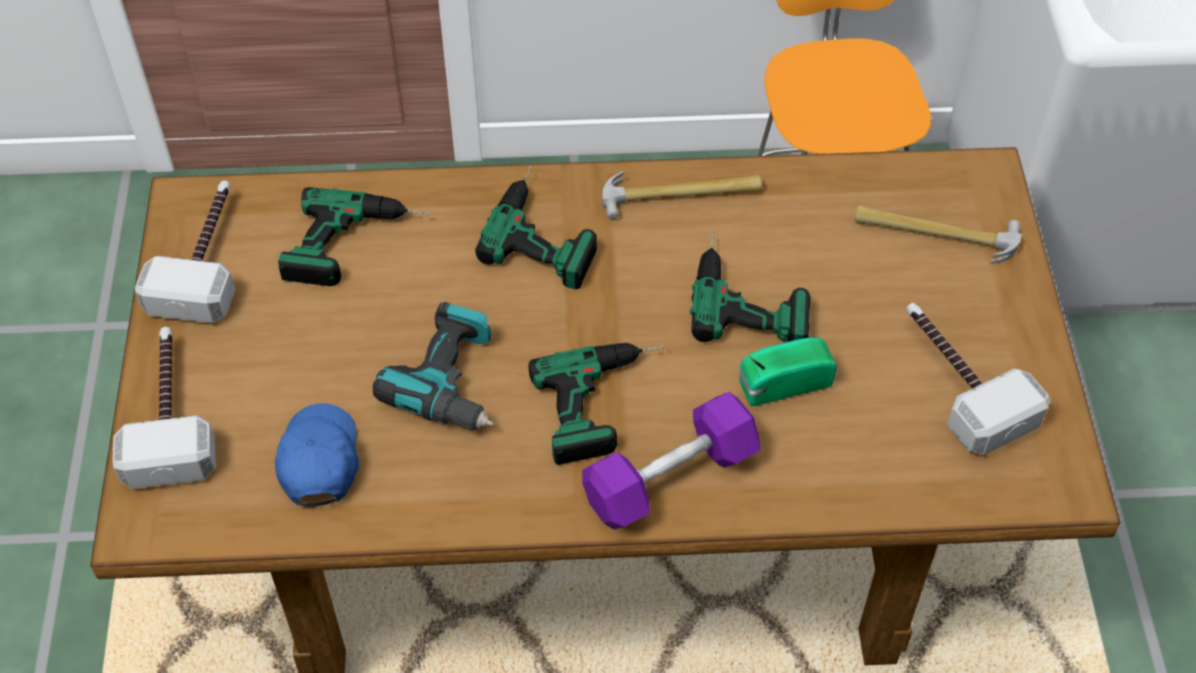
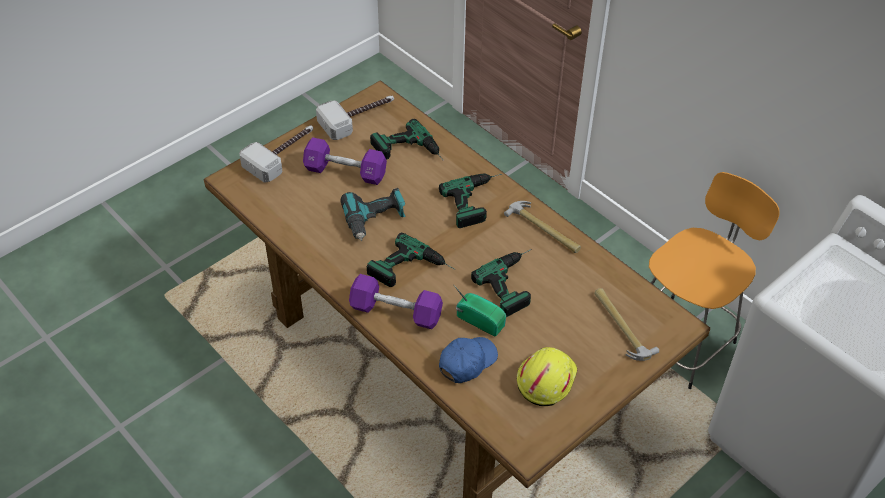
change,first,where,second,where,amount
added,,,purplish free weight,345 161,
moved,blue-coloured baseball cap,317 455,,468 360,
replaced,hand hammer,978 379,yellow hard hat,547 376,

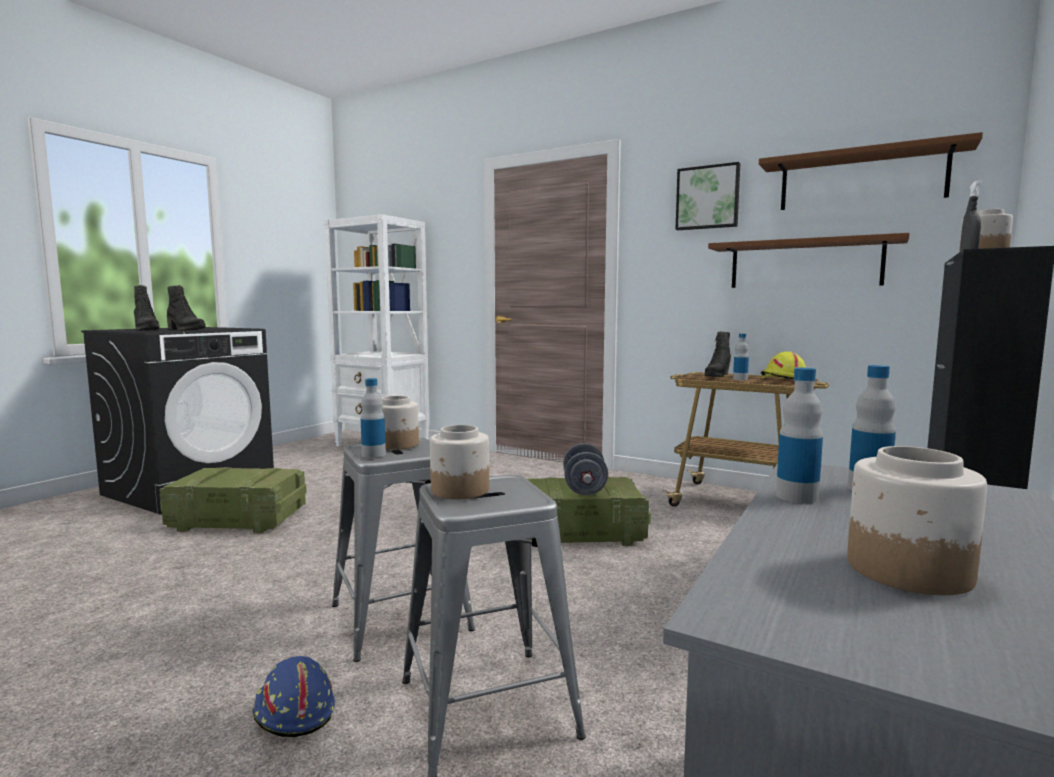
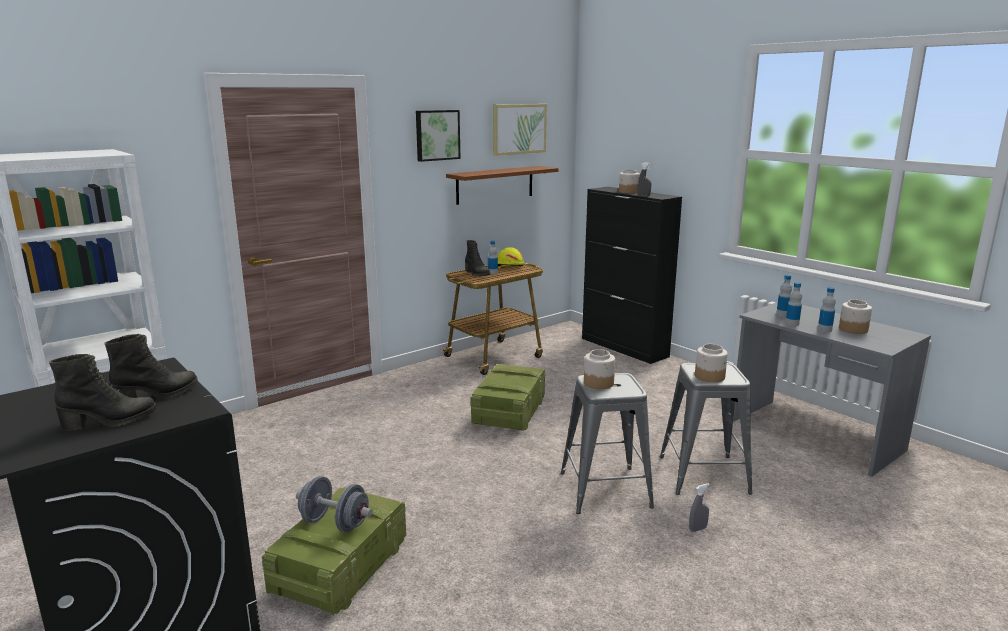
change,first,where,second,where,amount
moved,grey free weight,585 469,,334 504,
replaced,brown-coloured shelf,871 171,wall picture,520 130,
replaced,blue-coloured hard hat,293 696,grey sprayer,699 507,
moved,bottle,373 418,,827 309,

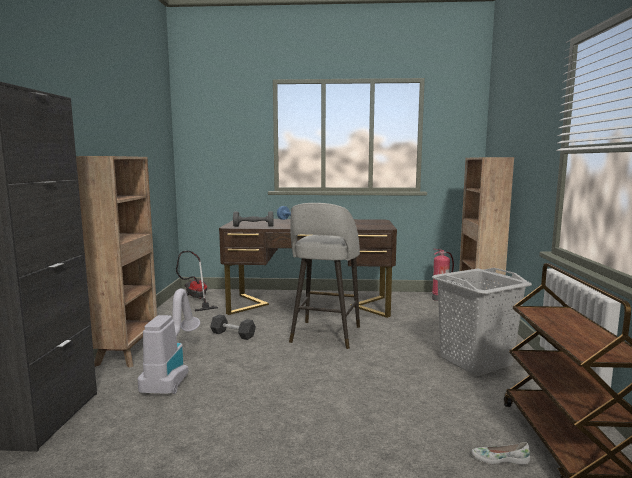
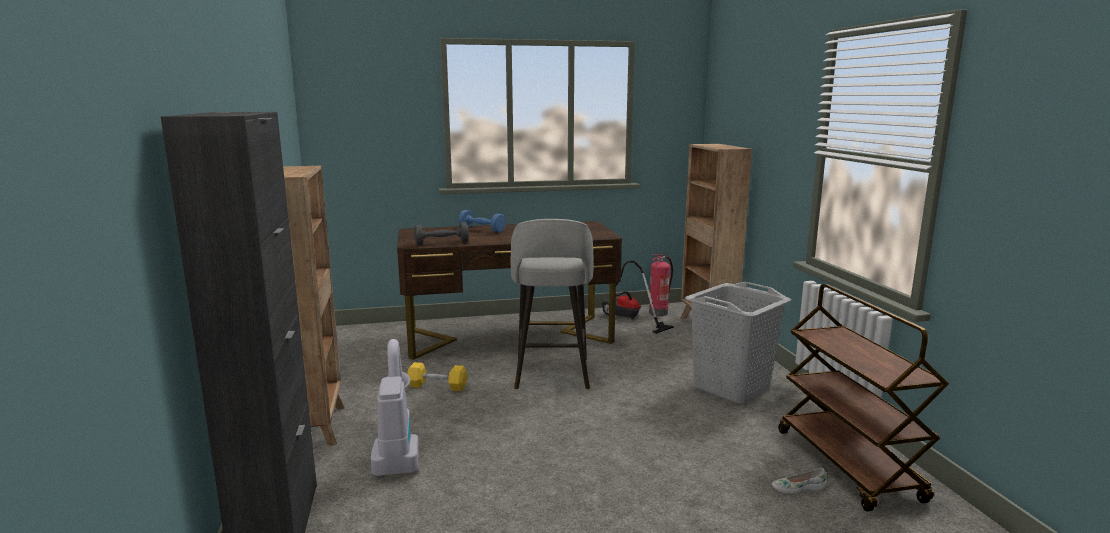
change,first,where,second,where,amount
recoloured,grey free weight,233 327,yellow free weight,437 376,
moved,vacuum,197 281,,638 297,

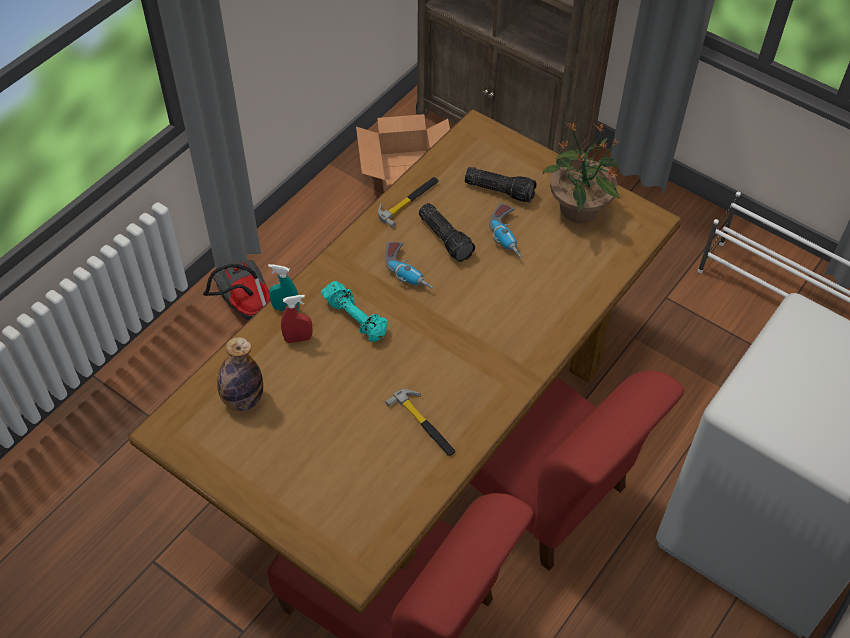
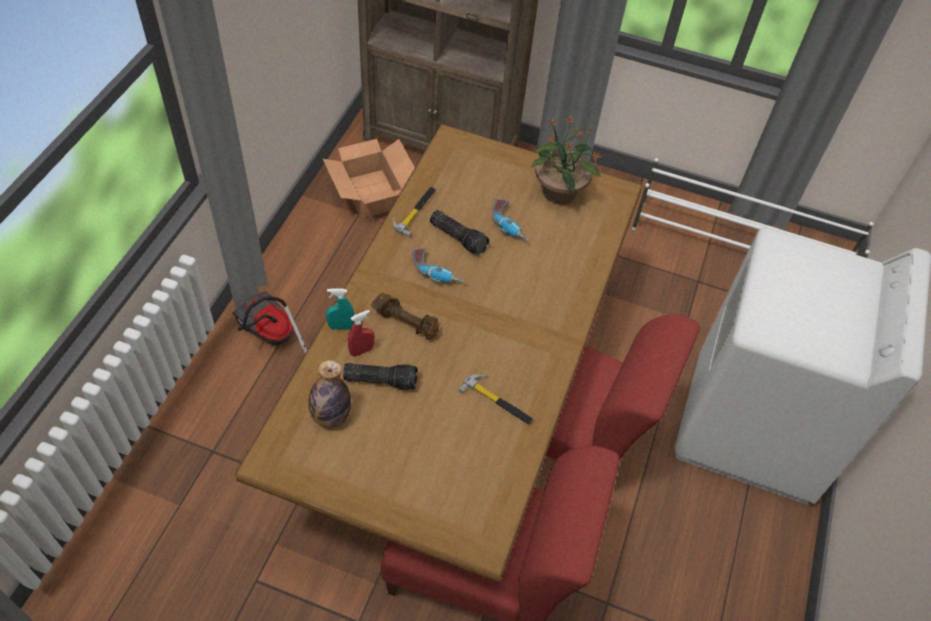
change,first,where,second,where,amount
moved,hand torch,501 185,,380 376,
recoloured,turquoise free weight,354 311,brown-coloured free weight,405 316,

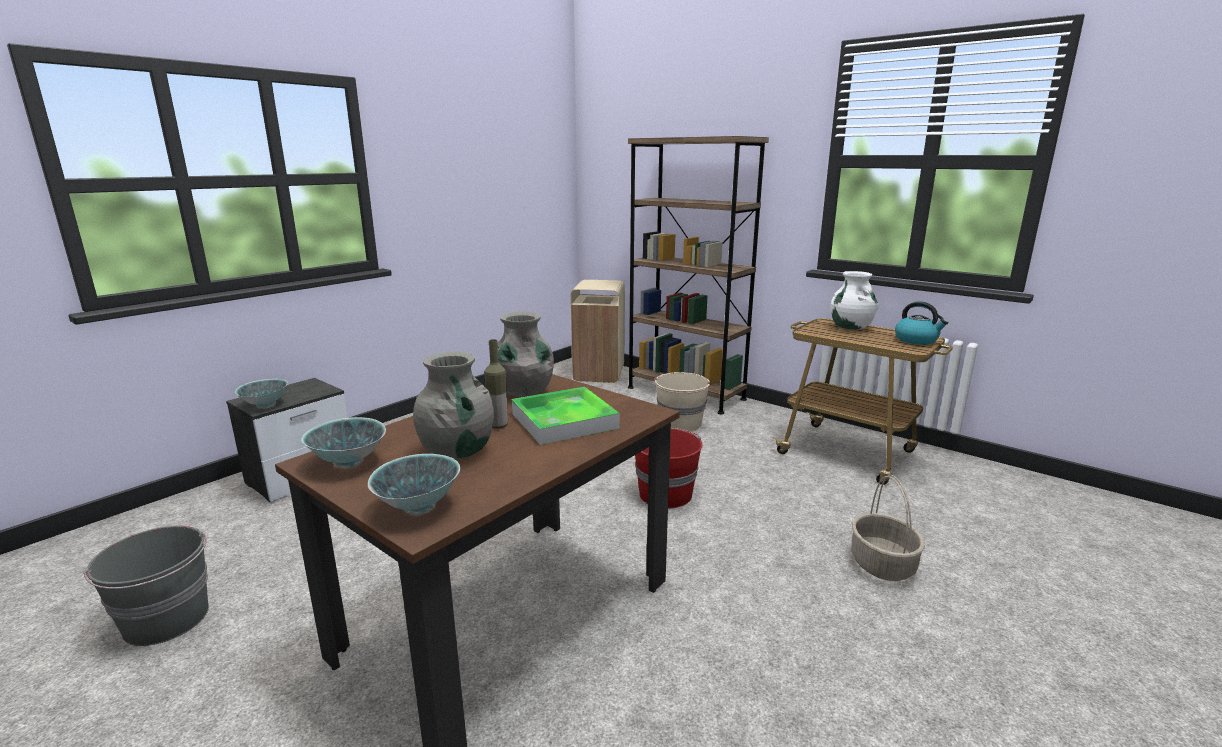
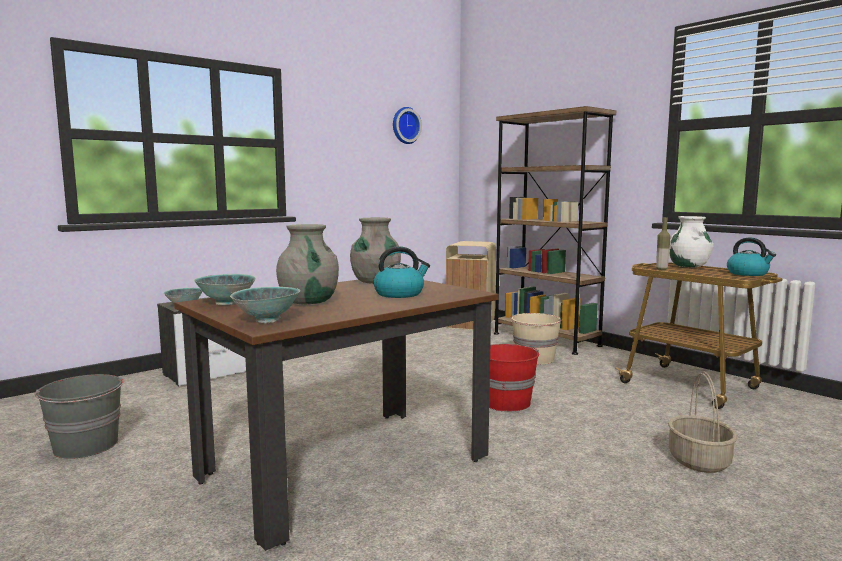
change,first,where,second,where,amount
replaced,tray,566 416,tea kettle,401 272,
added,,,clock on the wall,407 125,
moved,bottle,496 384,,663 243,

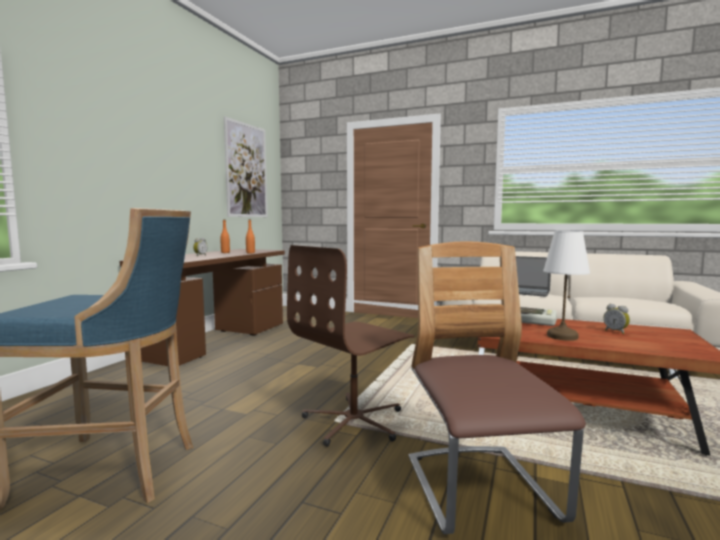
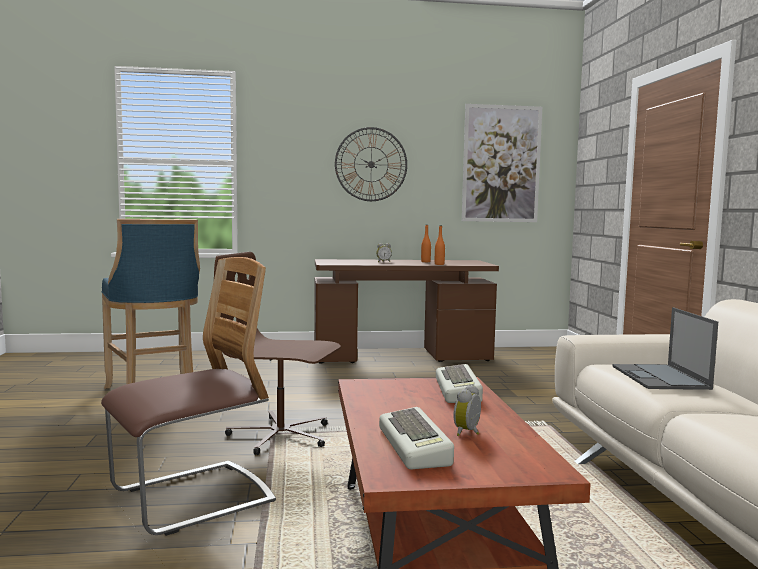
change,first,where,second,where,amount
added,,,clock on the wall,371 164,
added,,,keyboard,416 438,
removed,white-coloured tabletop lamp,566 286,,,

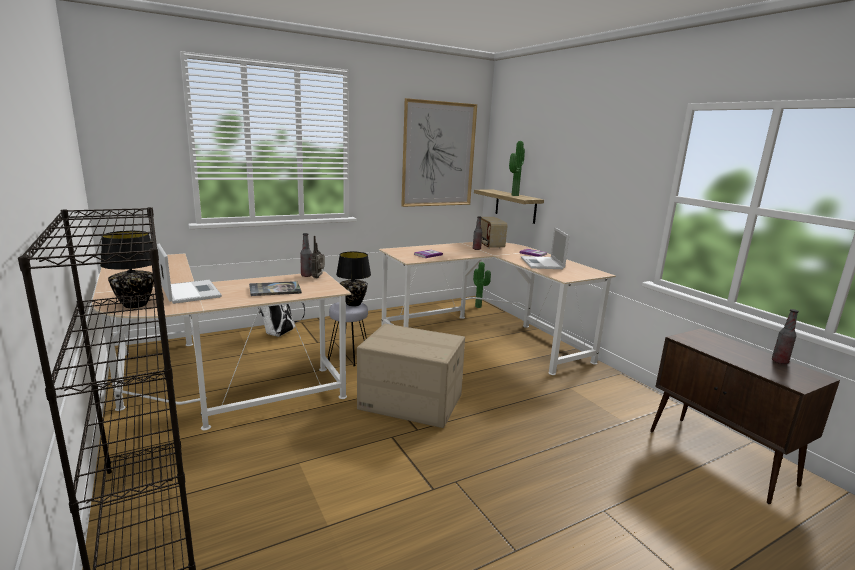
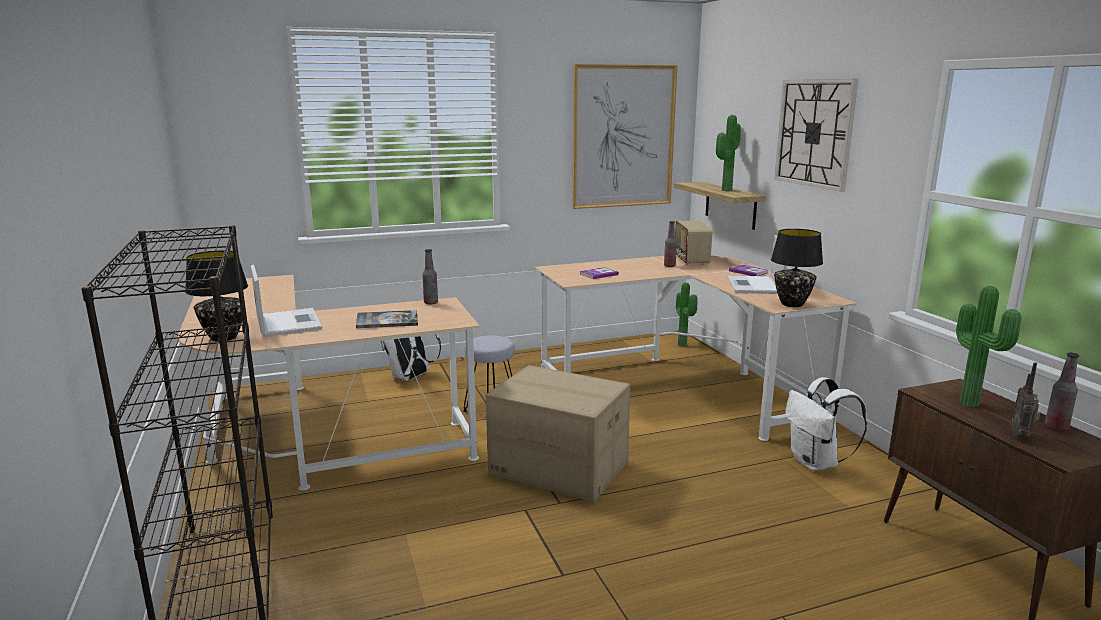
change,first,where,second,where,amount
moved,blackish tabletop lamp,353 279,,797 268,
added,,,clock on the wall,816 135,
added,,,white-coloured knapsack,826 424,
added,,,plant in a pot,989 346,
moved,radio,318 257,,1025 400,

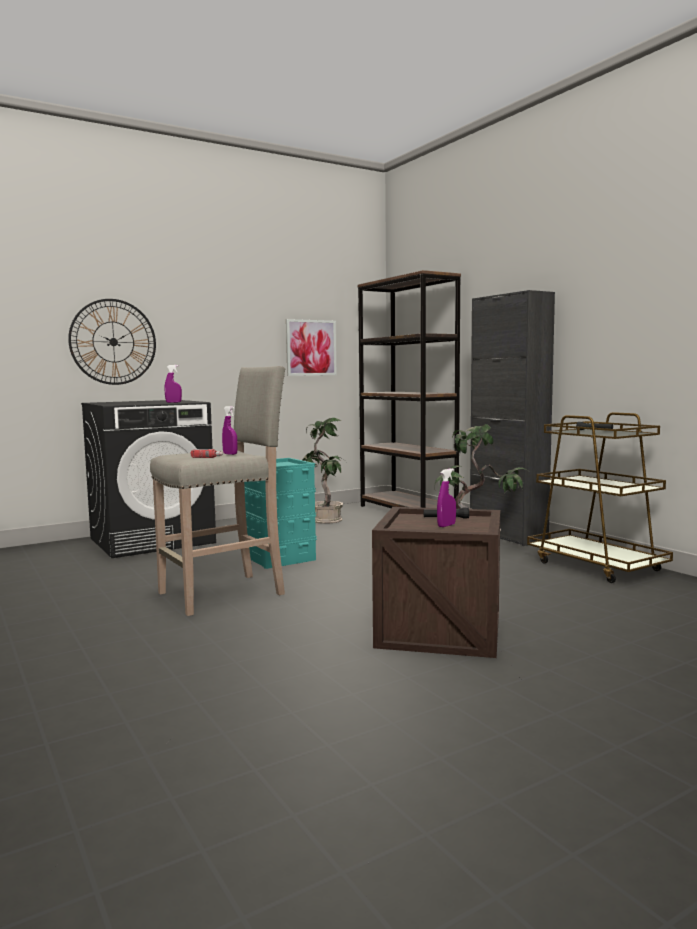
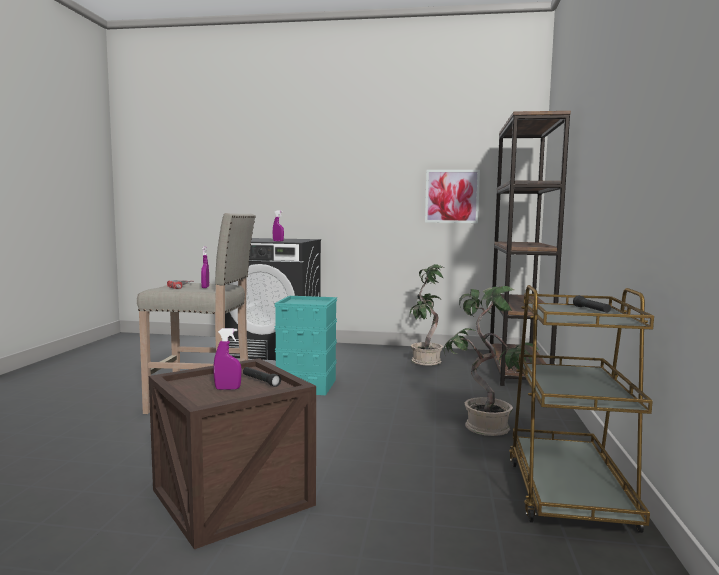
change,first,where,second,where,amount
removed,clock on the wall,112 342,,,
removed,blackish storage cabinet,512 418,,,

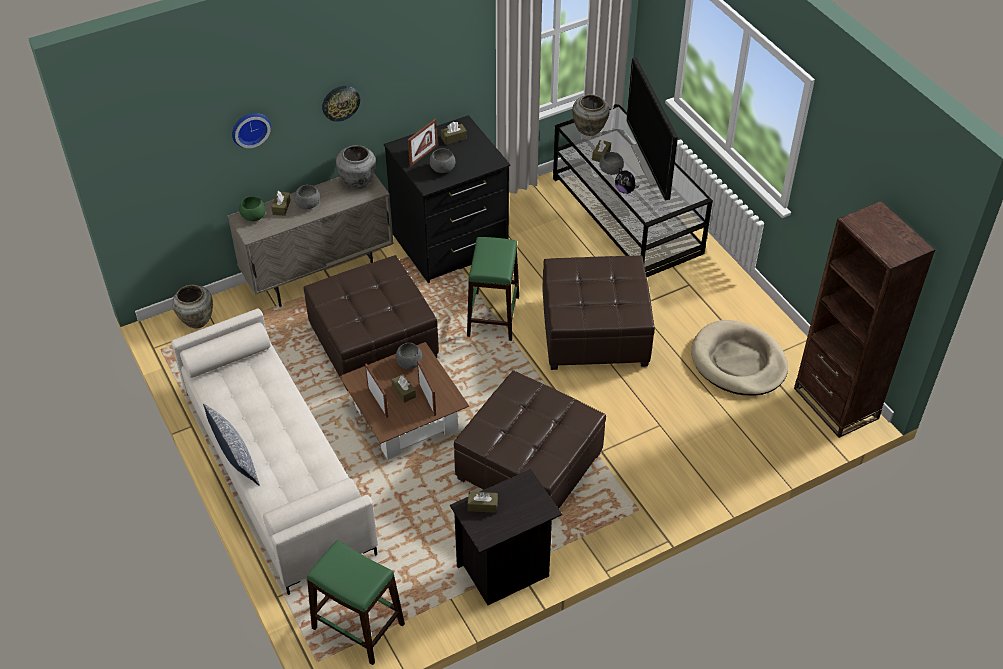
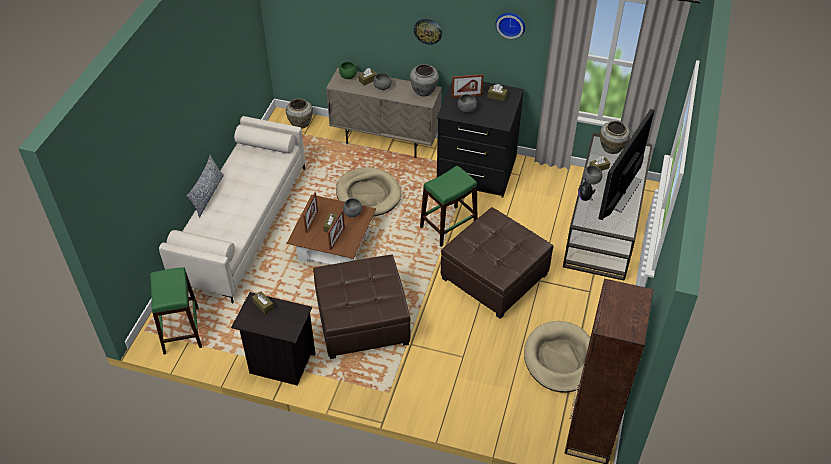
change,first,where,second,where,amount
replaced,brown-coloured pouffe,371 323,sand-coloured pet bed,369 191,
moved,clock on the wall,251 130,,510 26,

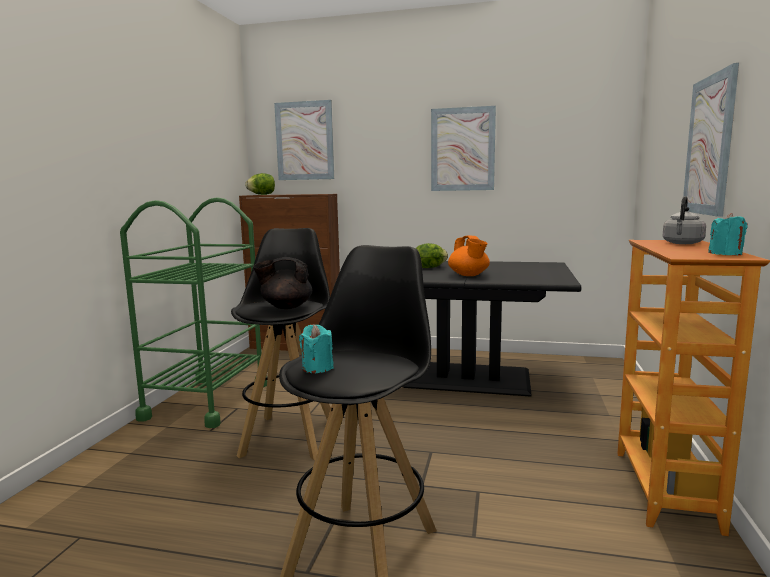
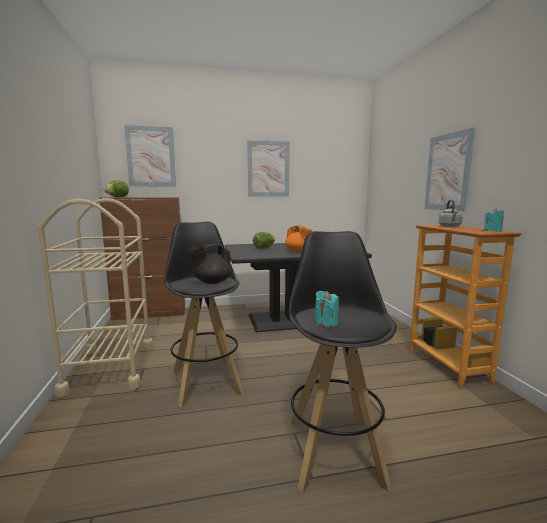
change,first,where,second,where,amount
recoloured,green cart,193 313,sand-coloured cart,95 297,

